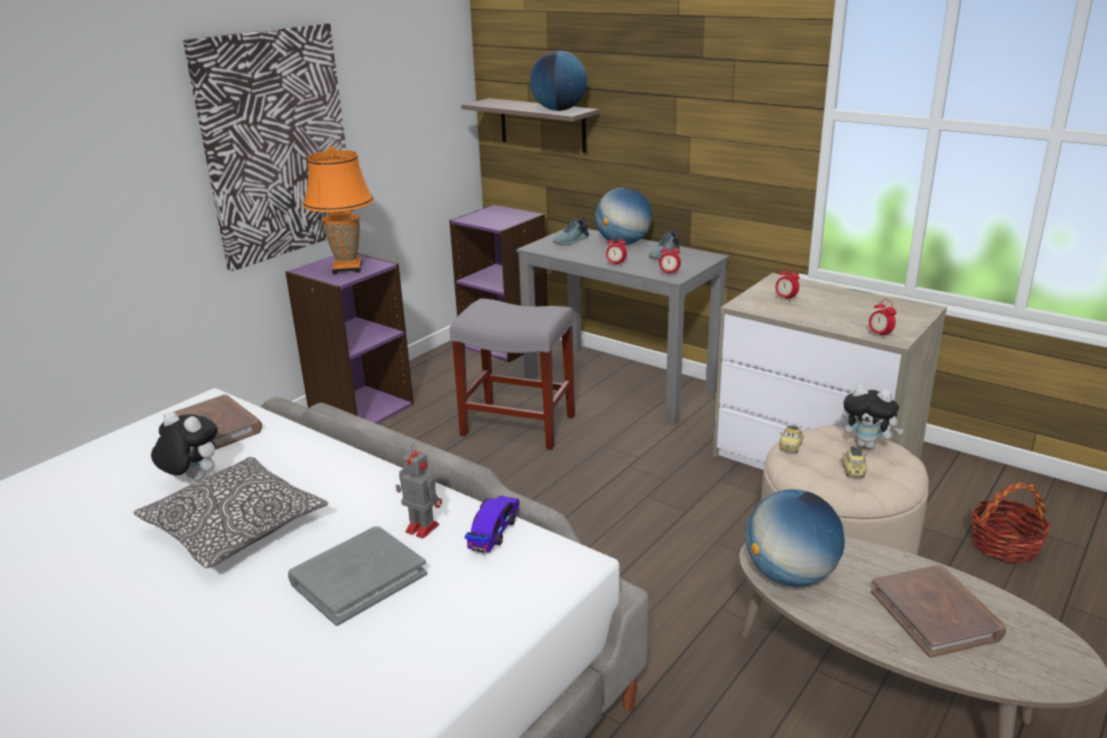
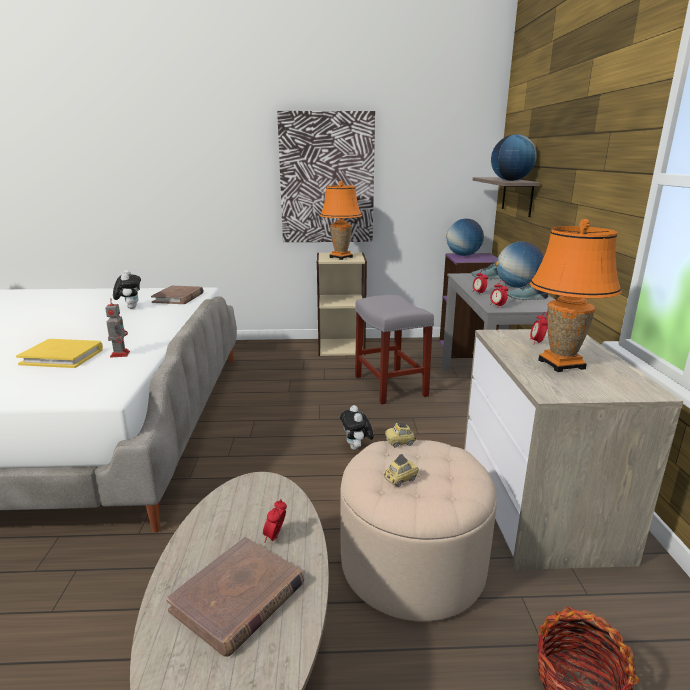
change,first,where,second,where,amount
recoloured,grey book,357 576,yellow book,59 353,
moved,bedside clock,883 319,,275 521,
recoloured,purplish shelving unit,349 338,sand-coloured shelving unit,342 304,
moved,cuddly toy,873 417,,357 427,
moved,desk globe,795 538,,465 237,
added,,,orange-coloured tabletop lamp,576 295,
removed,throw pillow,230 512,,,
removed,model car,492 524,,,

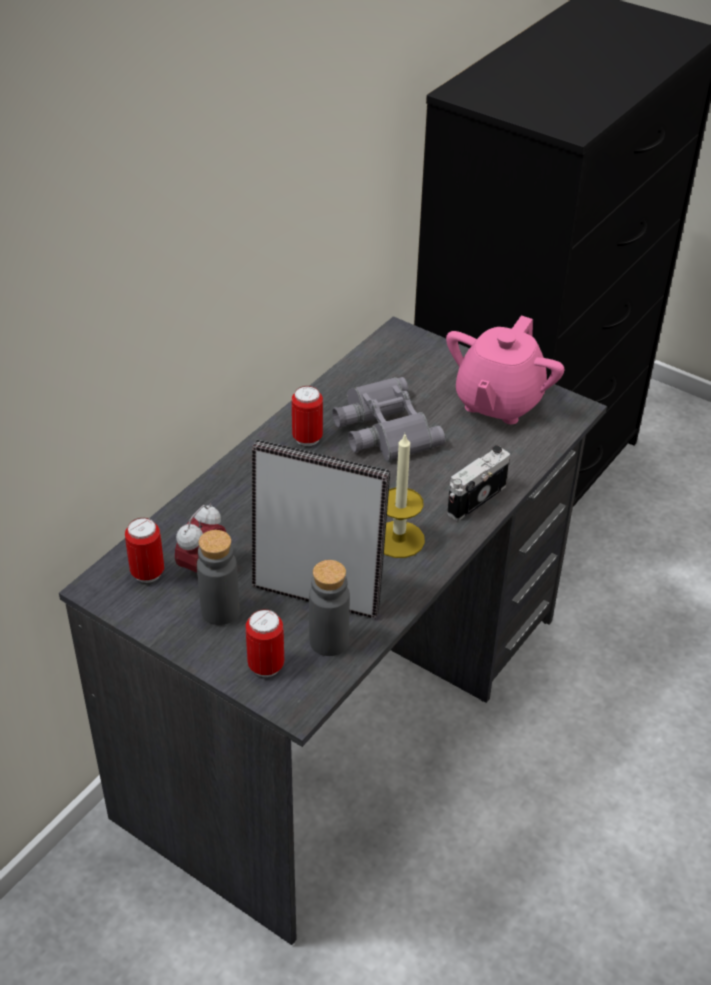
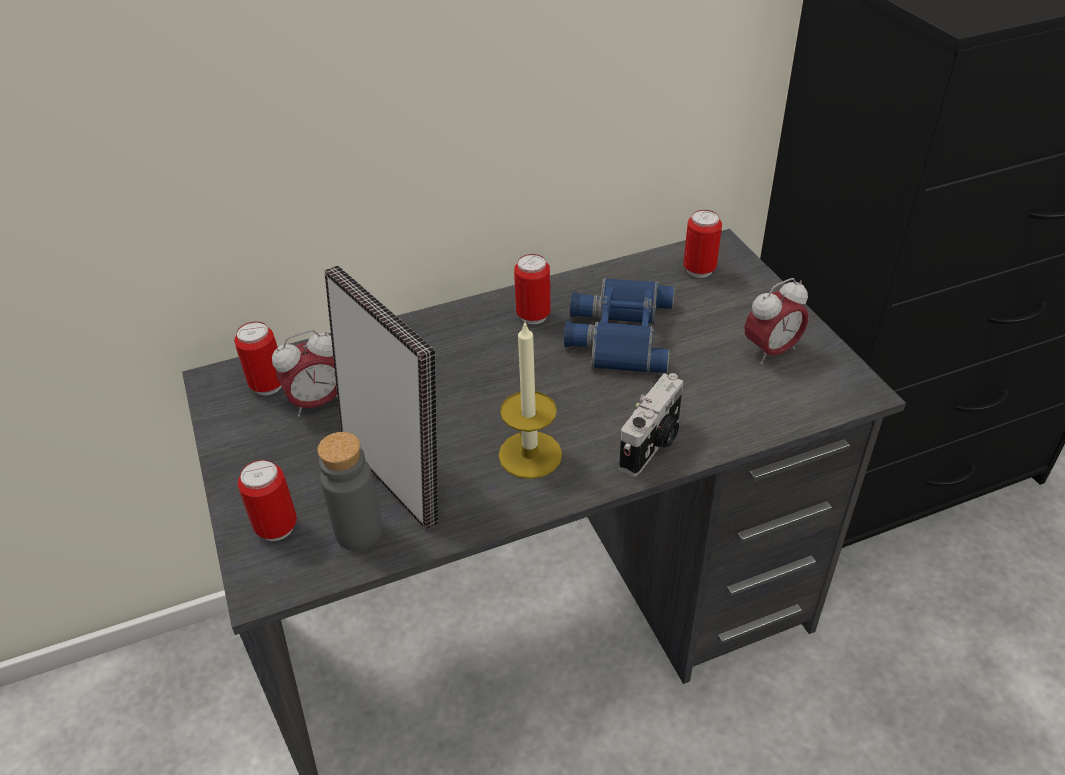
change,first,where,second,where,amount
recoloured,grey pair of binoculars,388 419,blue-coloured pair of binoculars,619 325,
turned,photo camera,478 483,,651 425,135 degrees clockwise
added,,,sealed can,703 244,
replaced,pink pot for tea,505 369,bedside clock,777 321,
removed,grey bottle,218 577,,,

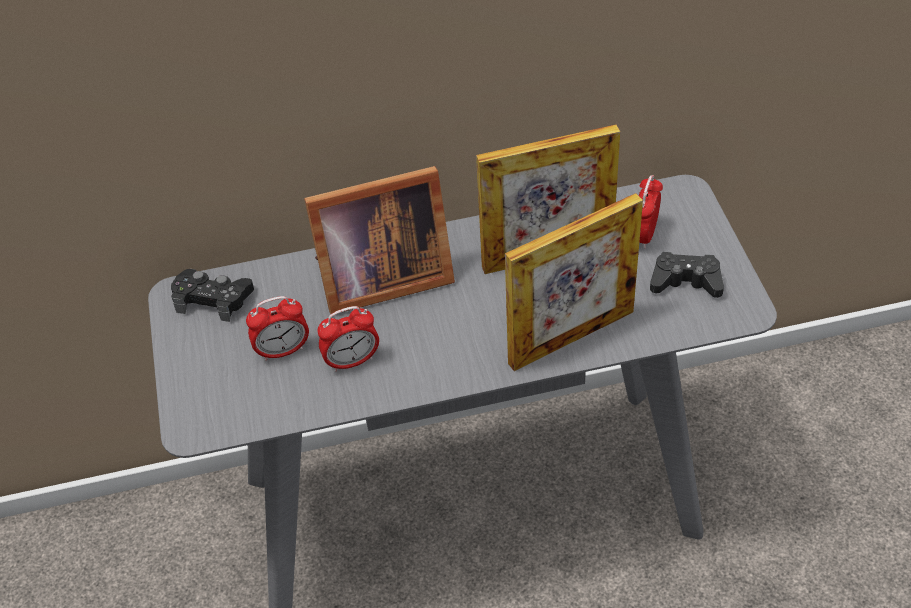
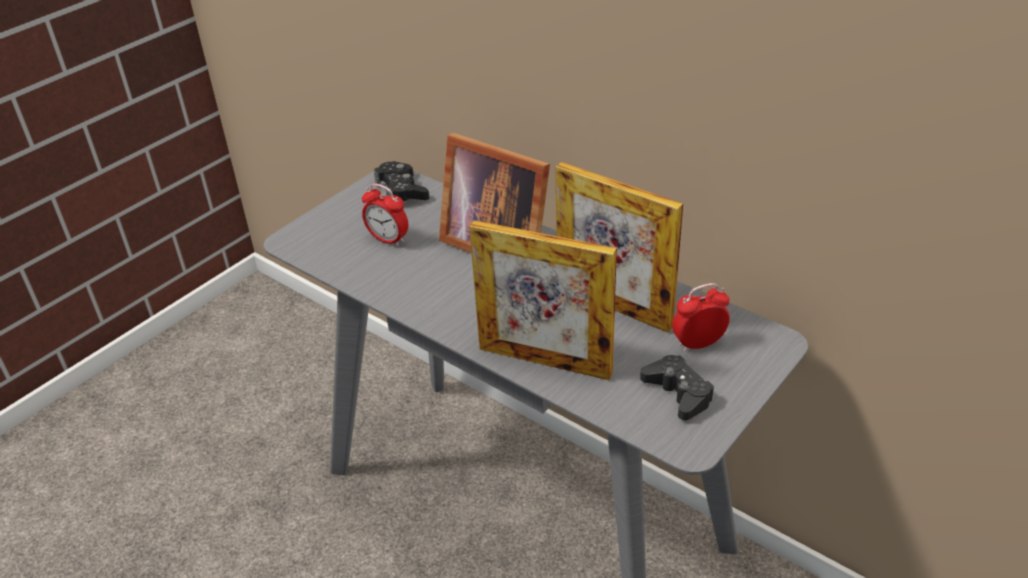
change,first,where,second,where,amount
removed,bedside clock,348 339,,,

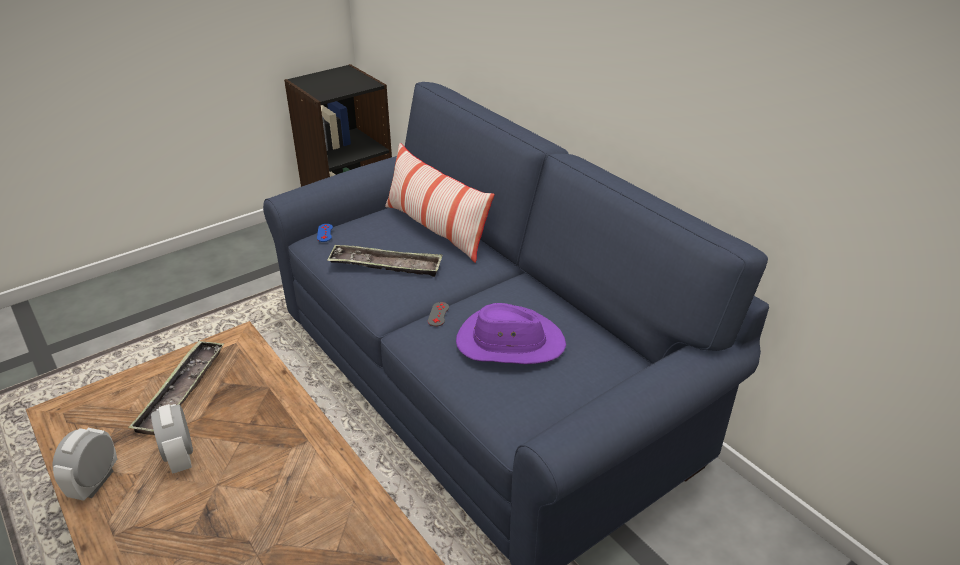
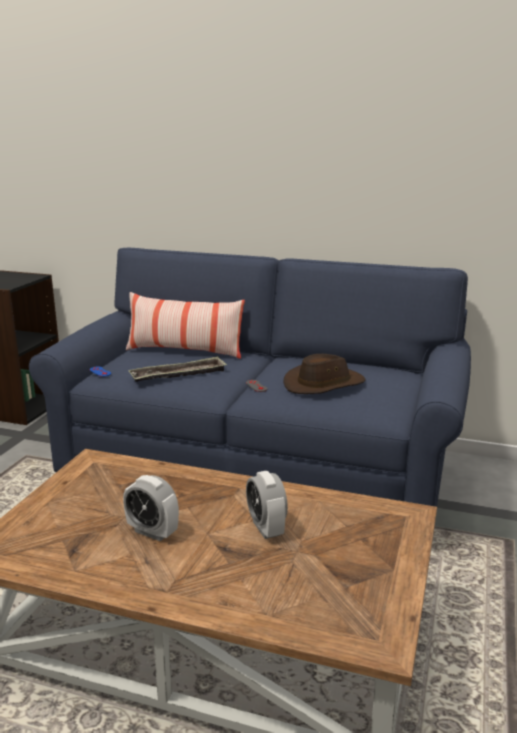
change,first,where,second,where,amount
moved,bedside clock,84 464,,267 505,
recoloured,purplish clothing hat,511 333,brown-coloured clothing hat,325 374,
removed,tray,176 387,,,

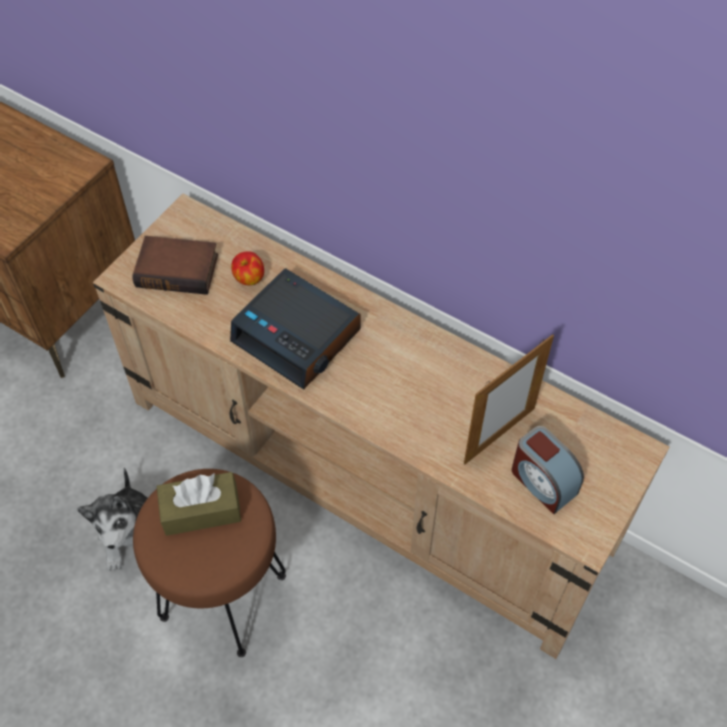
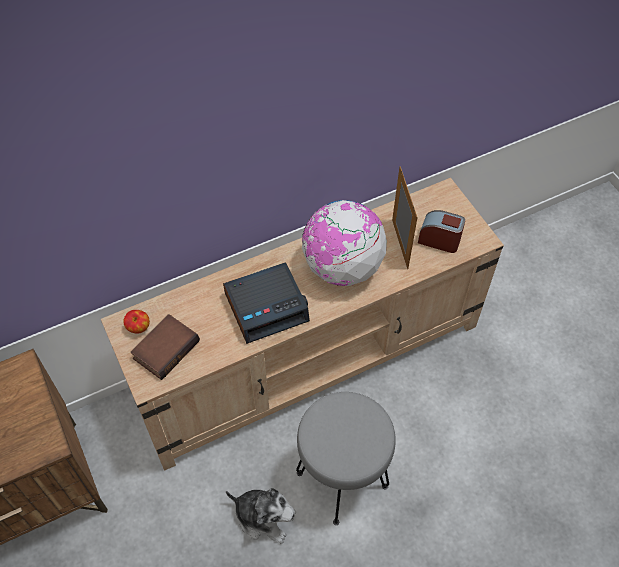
change,first,where,second,where,amount
moved,apple fruit,247 268,,136 322,
recoloured,brown-coloured stool seat,209 563,grey stool seat,346 458,
added,,,desk globe,344 243,
turned,bedside clock,548 470,,441 231,150 degrees counterclockwise
removed,brown-coloured tissue box,199 504,,,

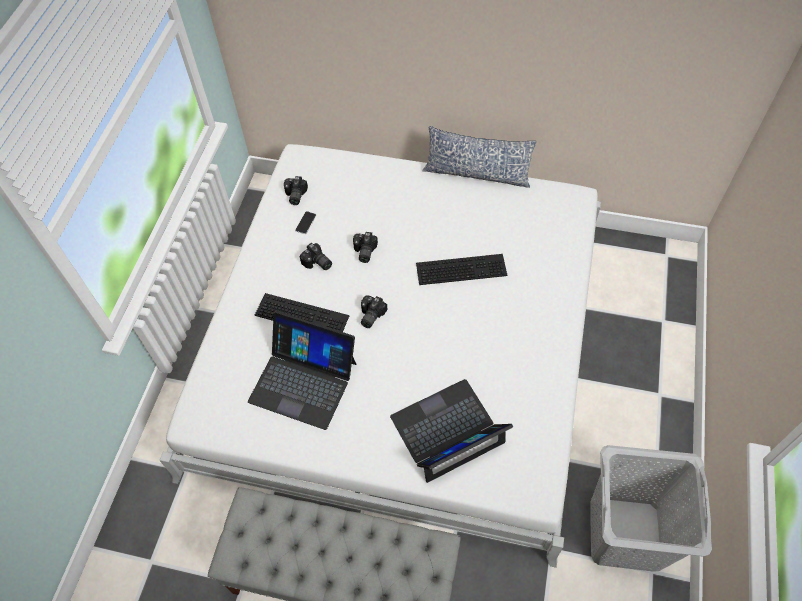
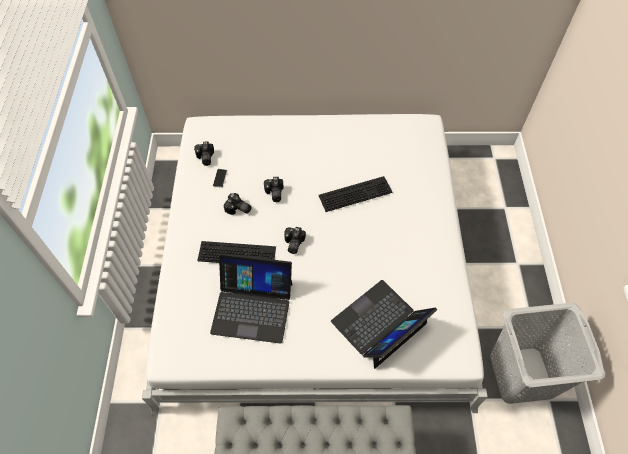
change,first,where,second,where,amount
removed,throw pillow,479 157,,,

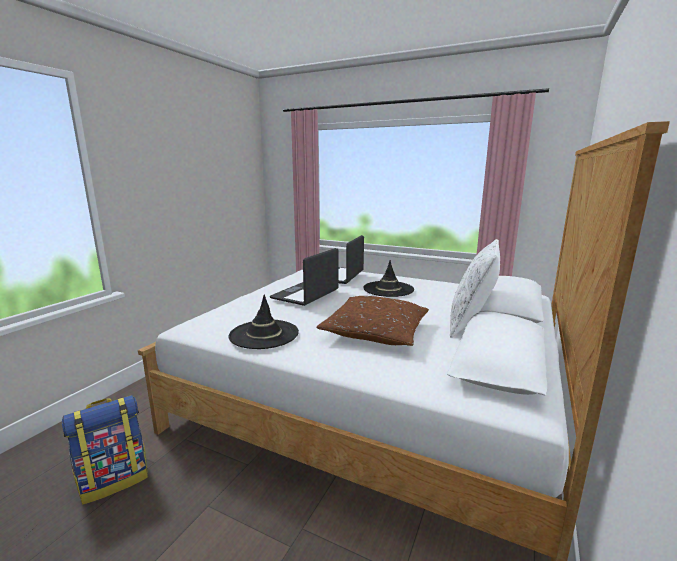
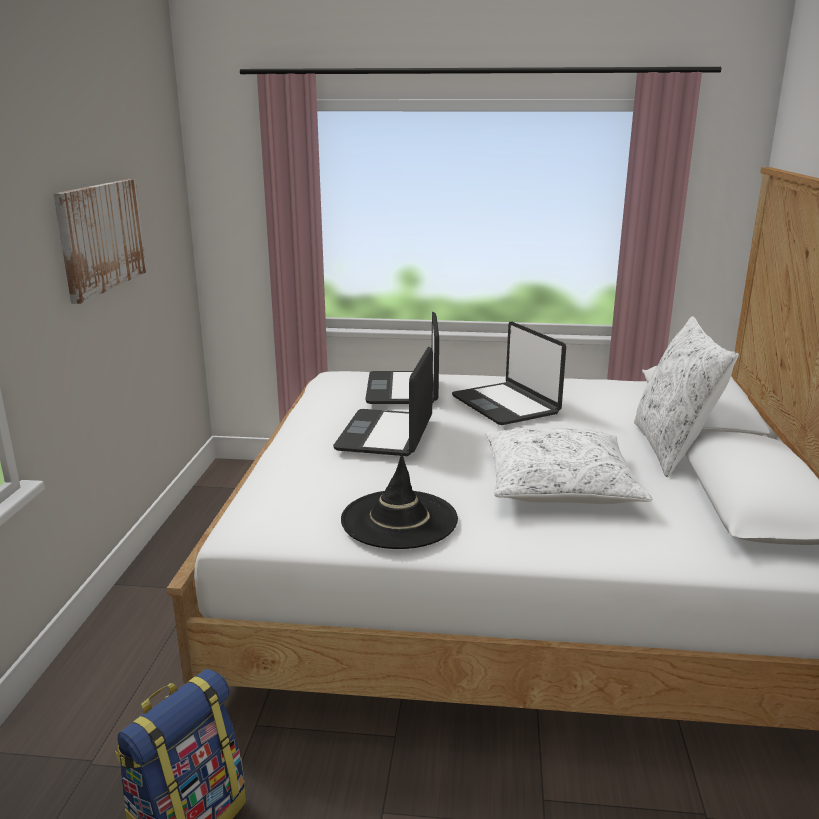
change,first,where,second,where,amount
added,,,wall picture,100 241,
replaced,blackish clothing hat,388 278,portable computer,509 373,
recoloured,brown-coloured throw pillow,373 321,white-coloured throw pillow,568 466,

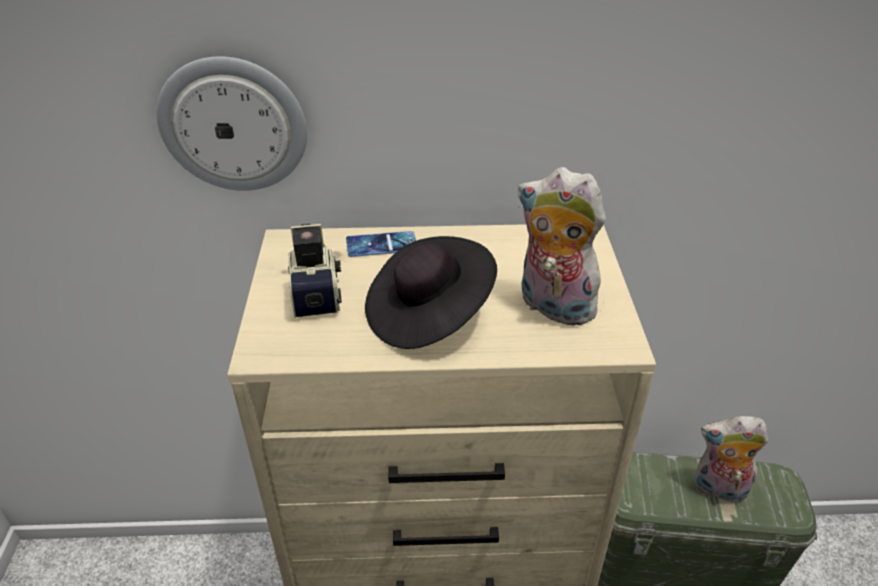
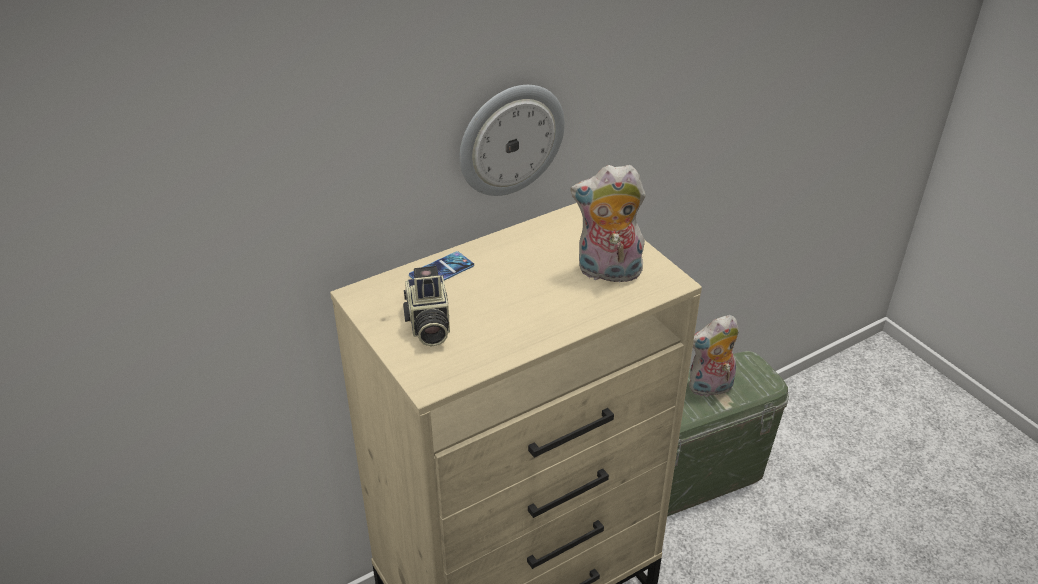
change,first,where,second,where,amount
turned,photo camera,315 271,,426 306,150 degrees counterclockwise
moved,clock on the wall,231 124,,512 140,
removed,blackish clothing hat,431 292,,,

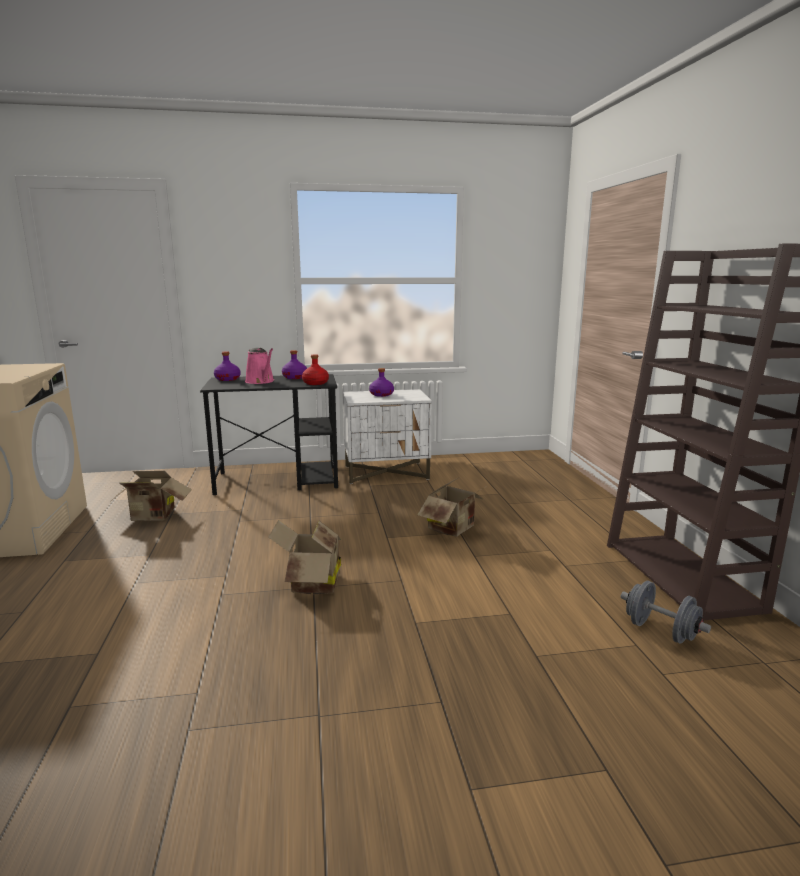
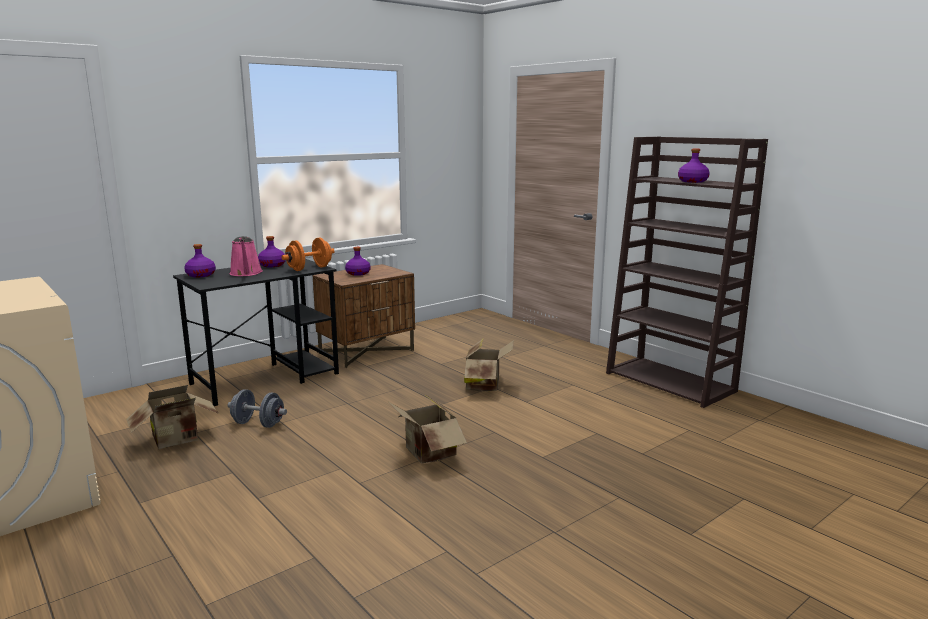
change,first,where,second,where,amount
moved,grey free weight,666 612,,257 408,
turned,pink watering pot,259 366,,246 256,45 degrees clockwise
replaced,red bottle,315 369,orange-coloured free weight,308 254,
recoloured,white-coloured nightstand,387 436,brown-coloured nightstand,363 316,
added,,,purplish bottle,694 166,

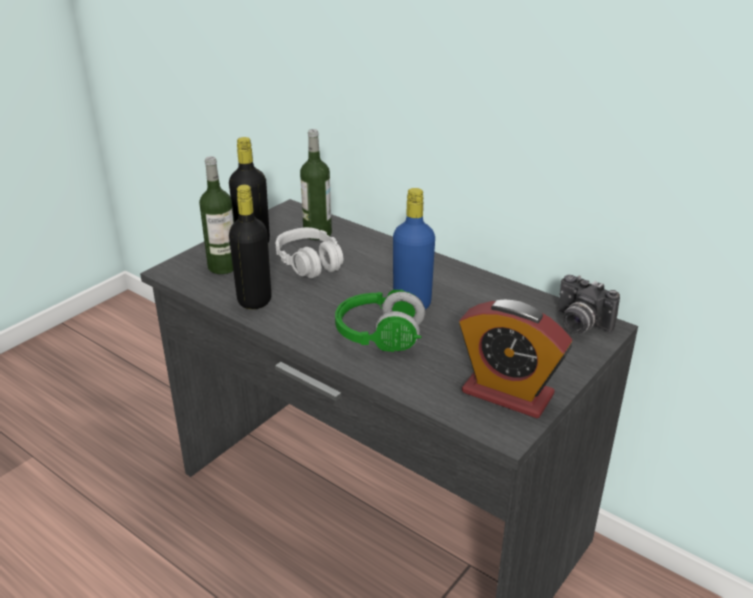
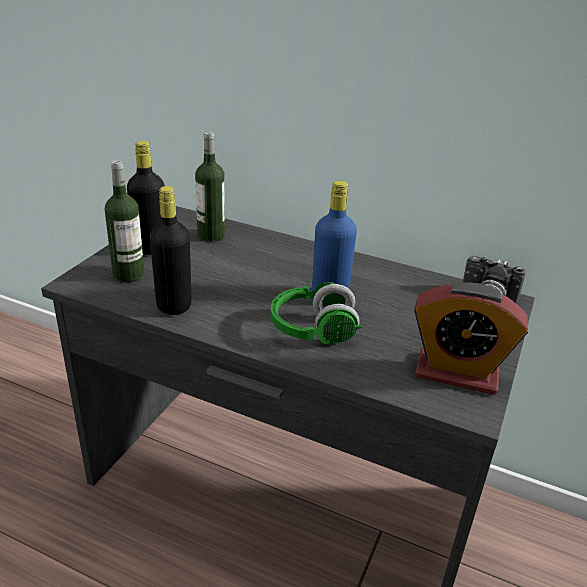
change,first,where,second,where,amount
removed,grey headset,309 252,,,

